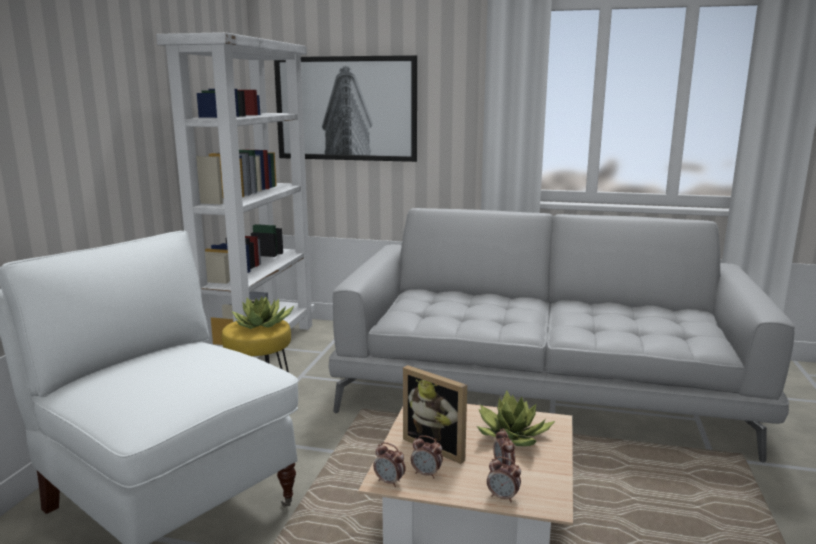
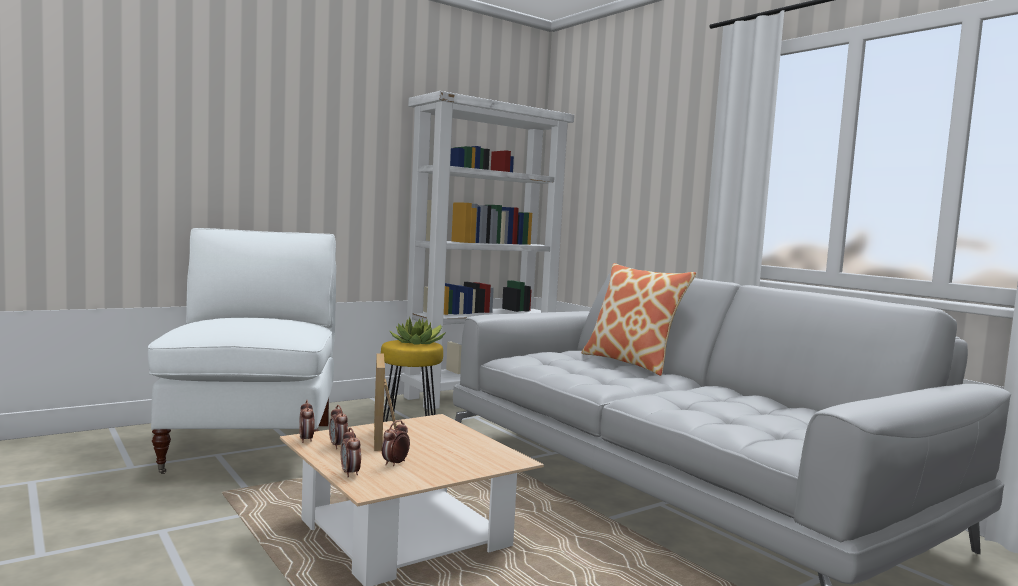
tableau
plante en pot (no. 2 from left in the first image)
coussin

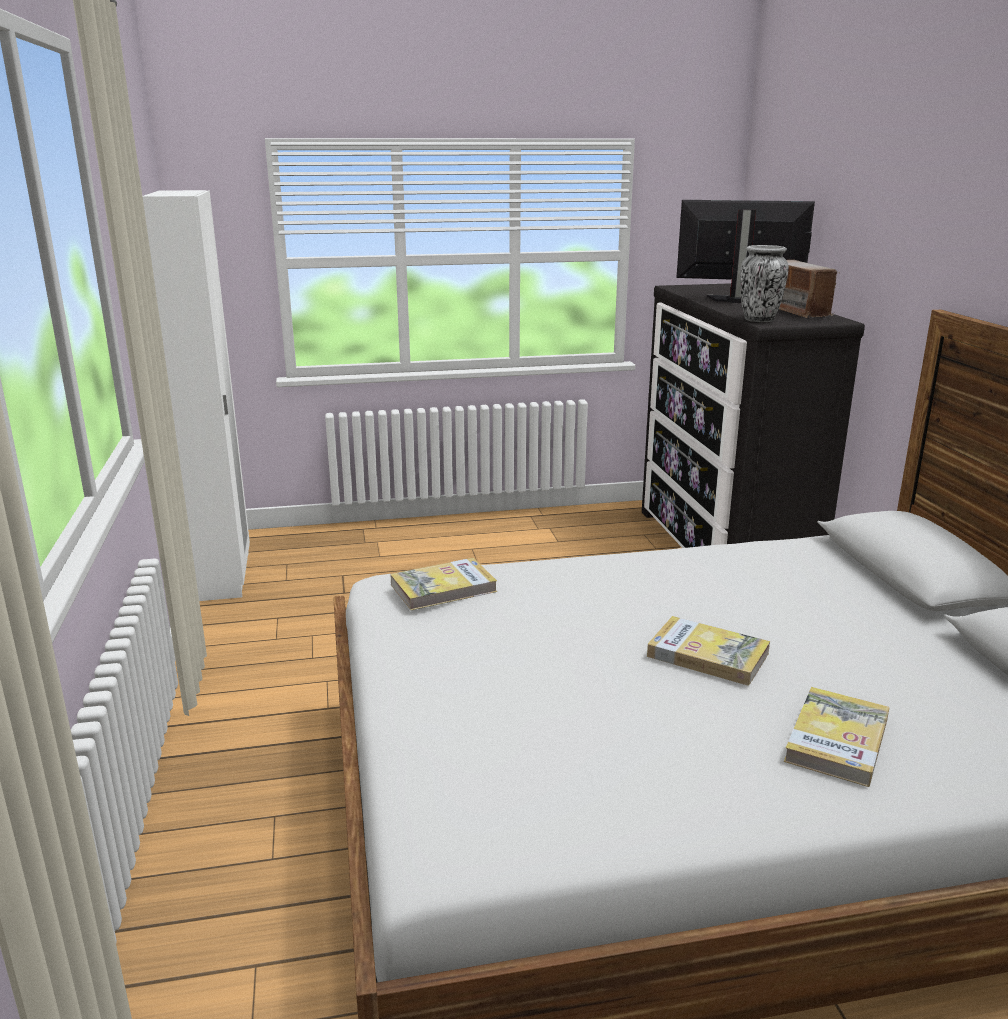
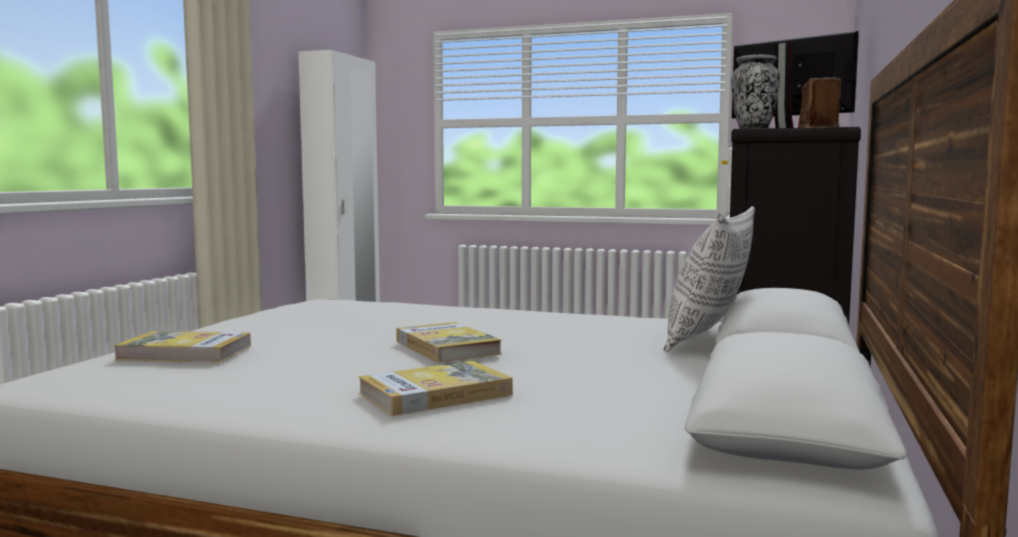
coussin
livre (no. 1 from left)

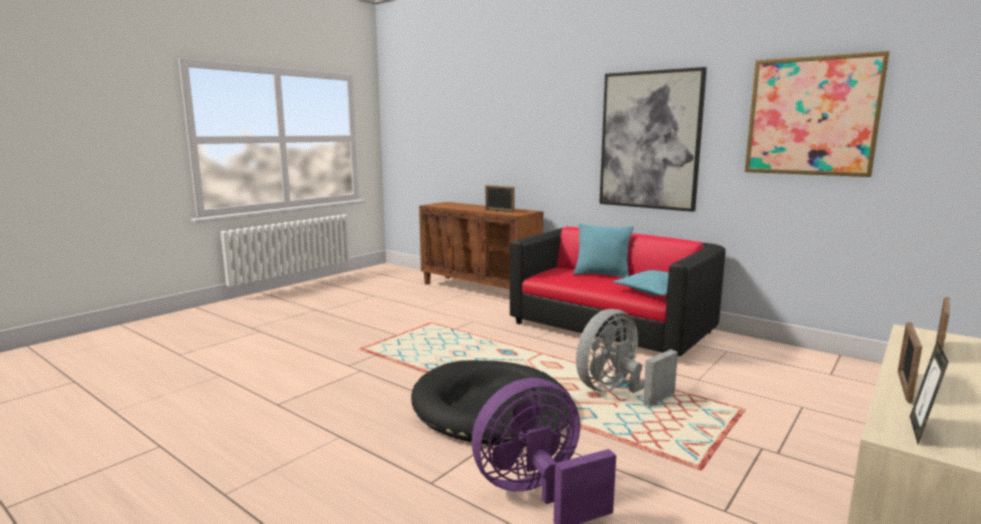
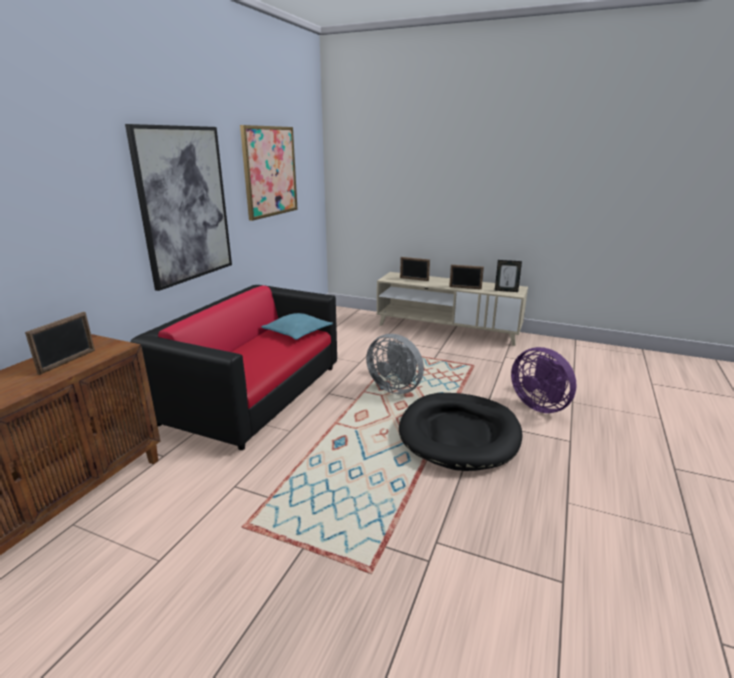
coussin/turquoise (no. 1 from left in the first image)

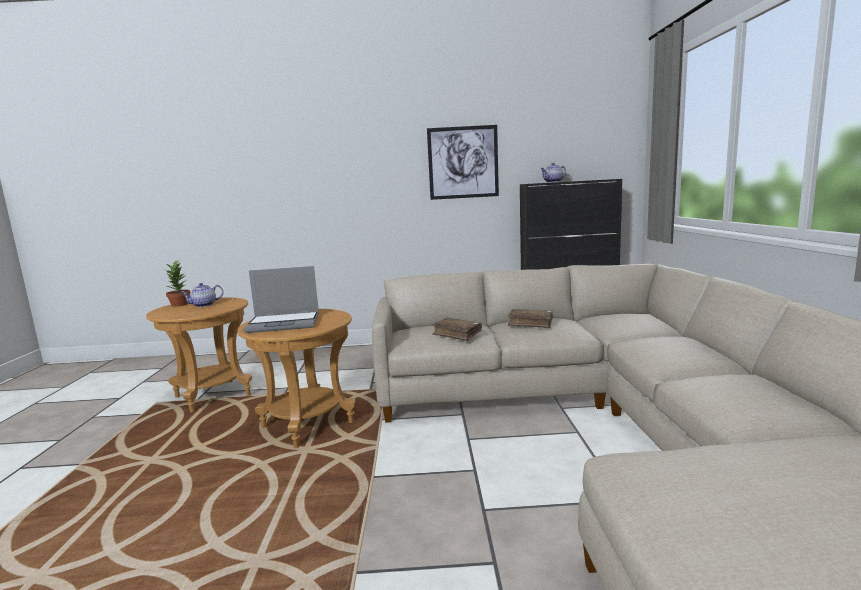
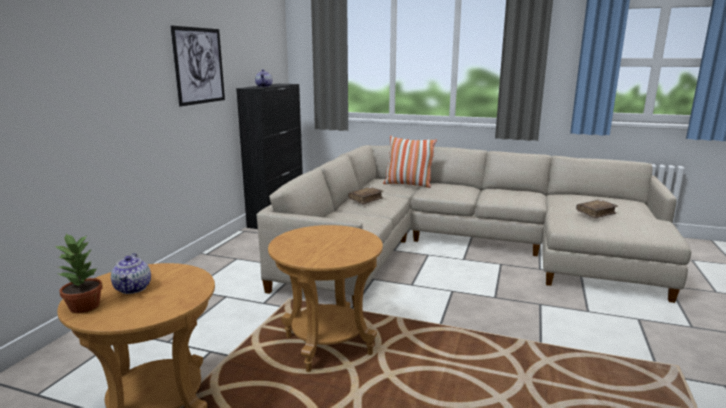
ordinateur portable
coussin
livre/marron (no. 2 from left)

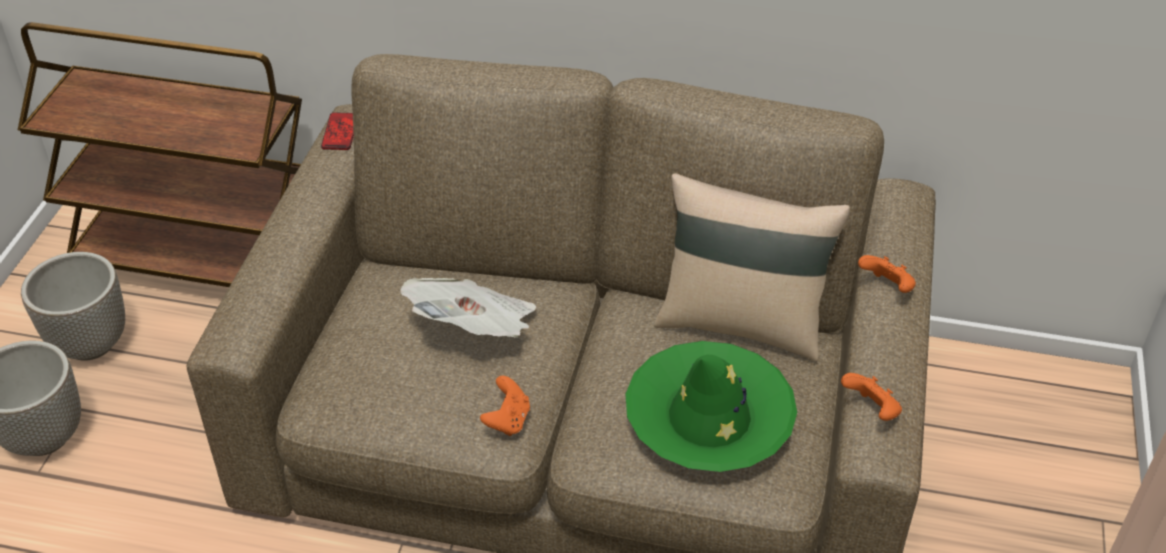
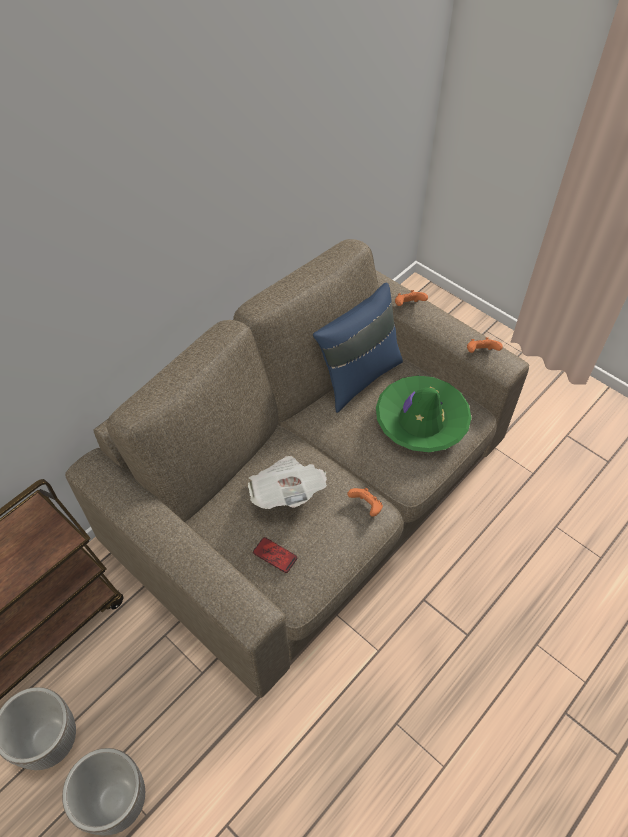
téléphone
coussin/bleu

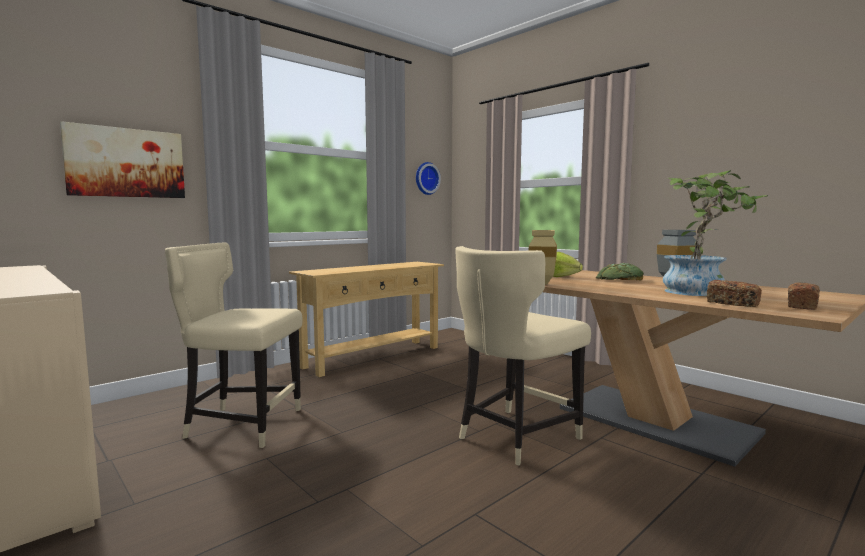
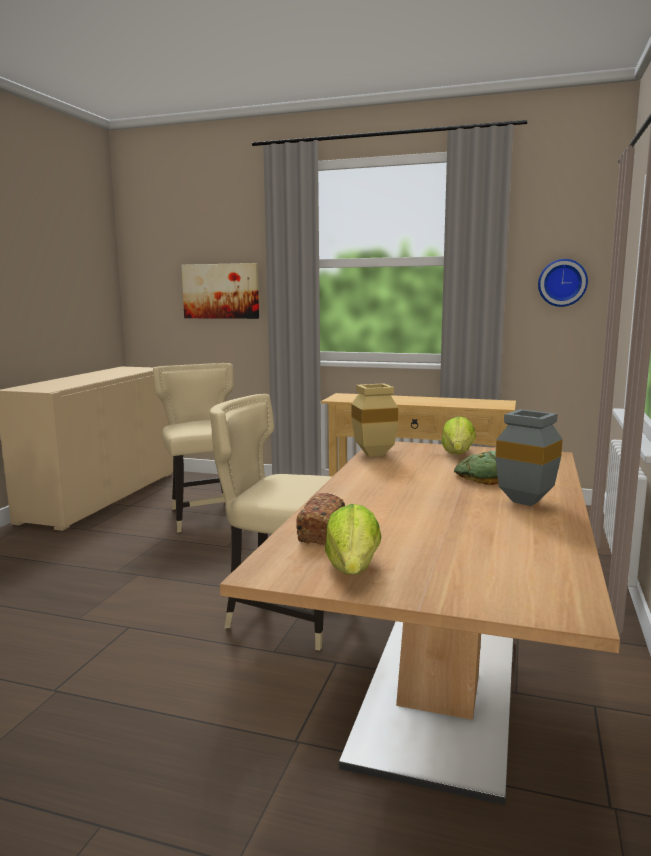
plante en pot
laitue (no. 1 from left)

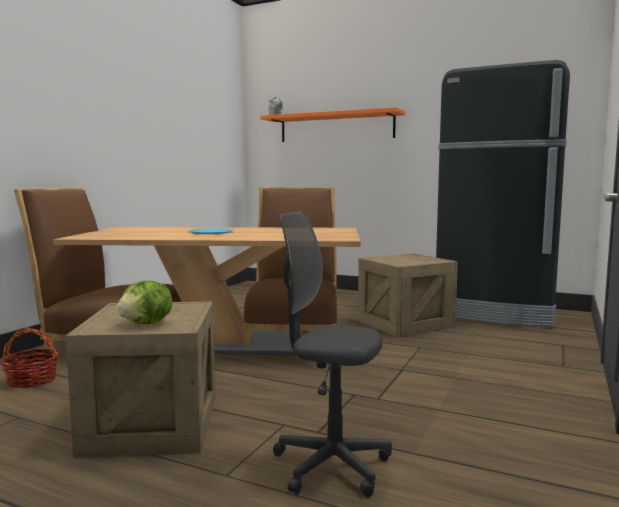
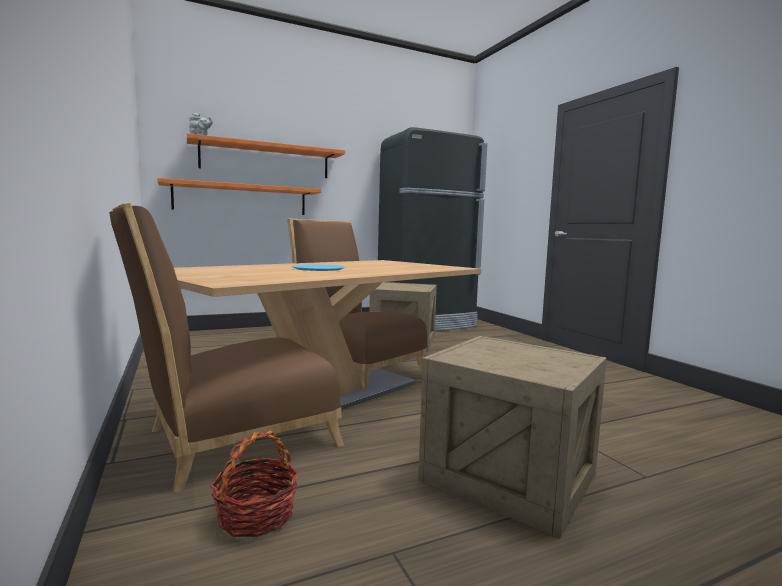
laitue
chaise de bureau/gris
étagère/orange (no. 1 from left)

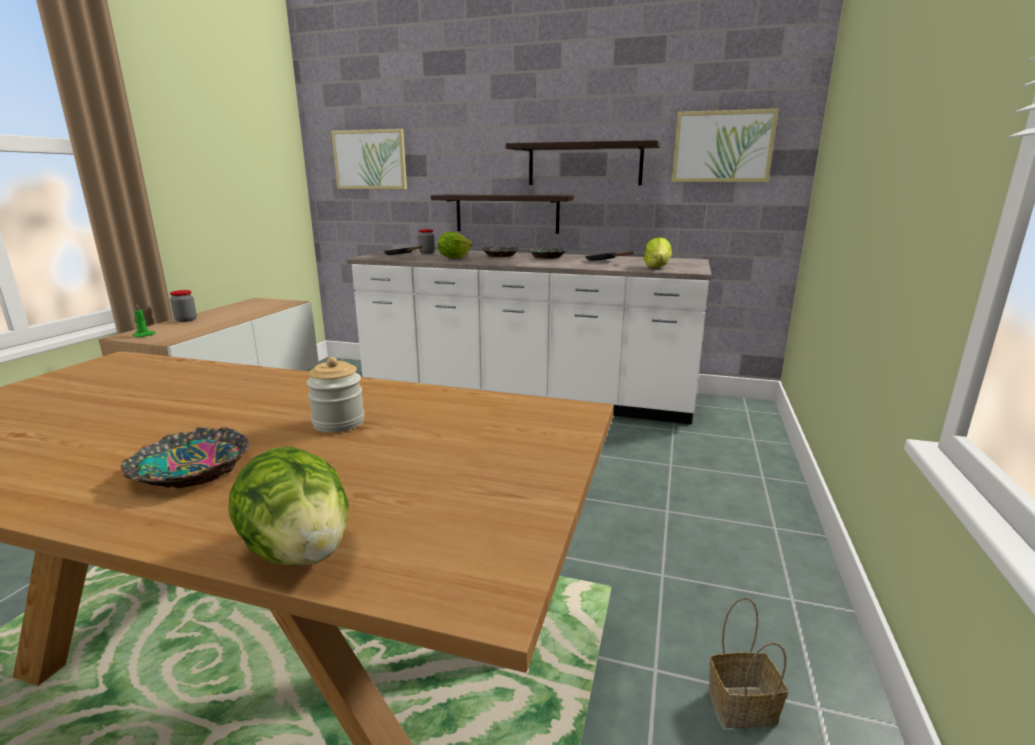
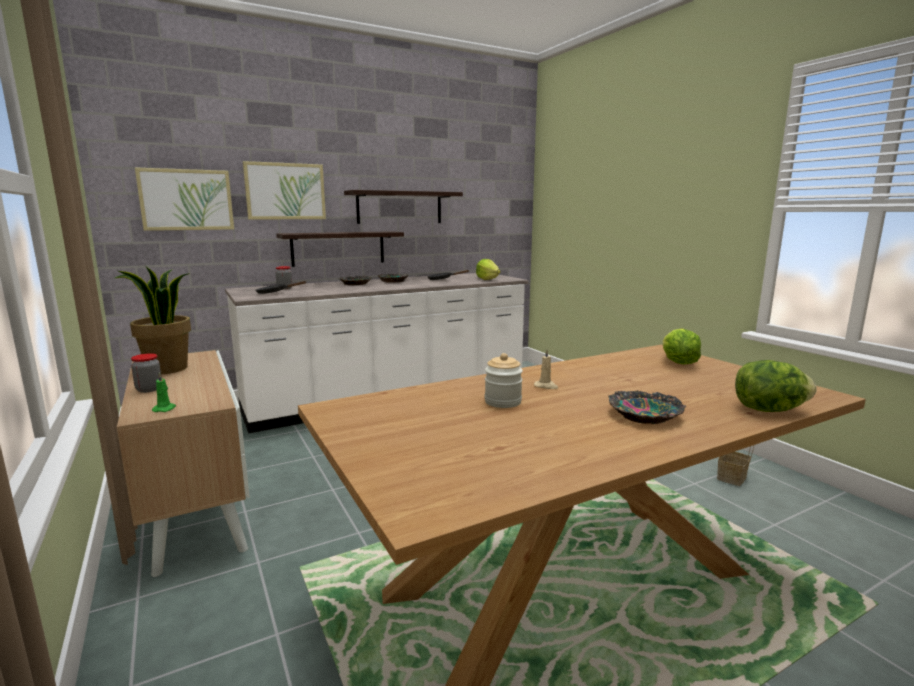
plante en pot
bougie/beige
bocal (no. 3 from left)
laitue (no. 2 from left)
tableau (no. 2 from left)

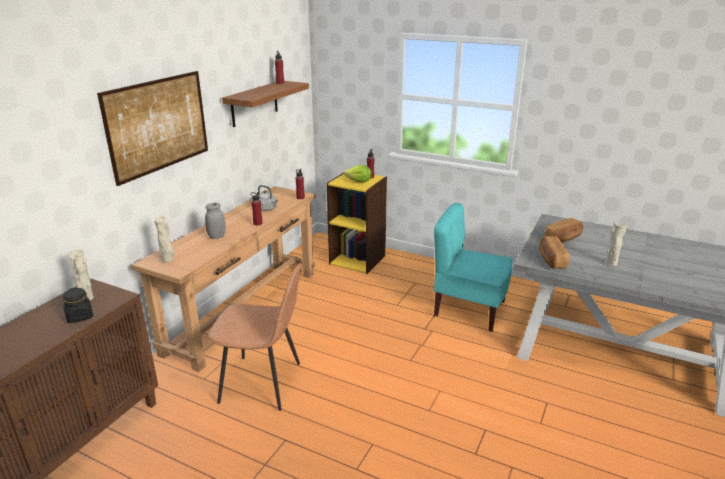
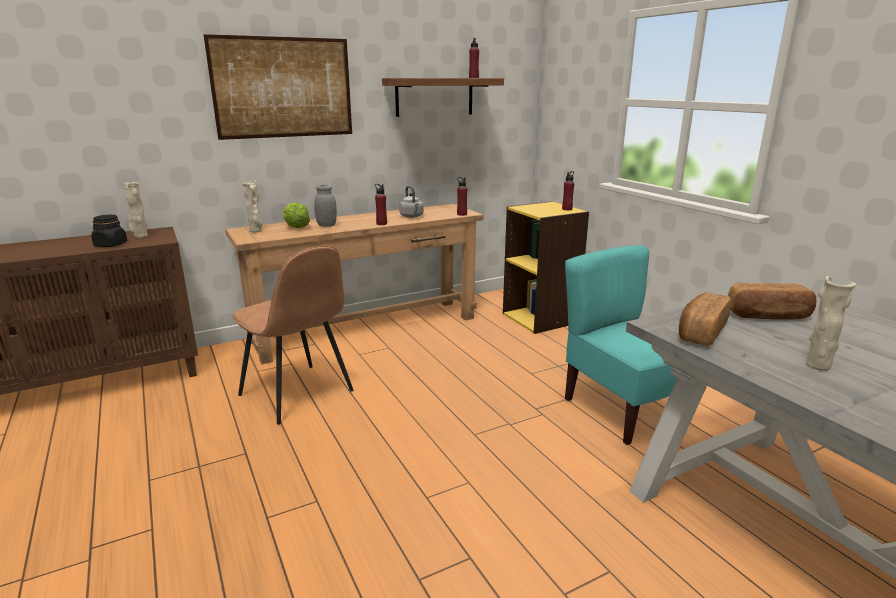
laitue

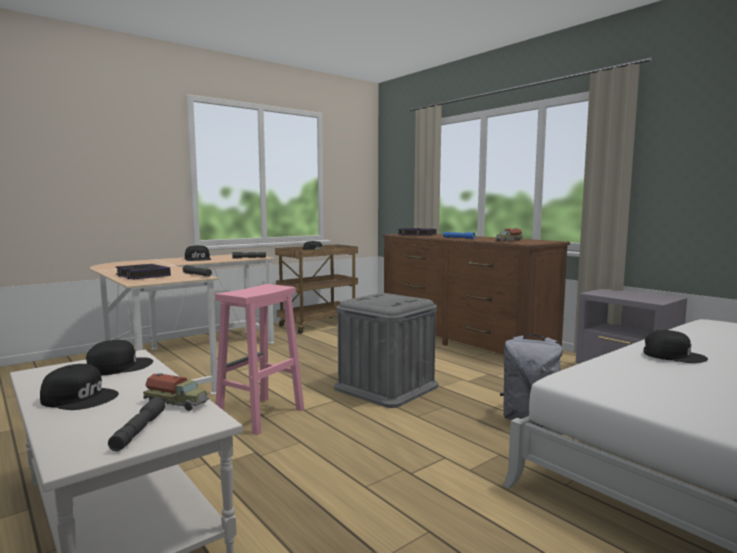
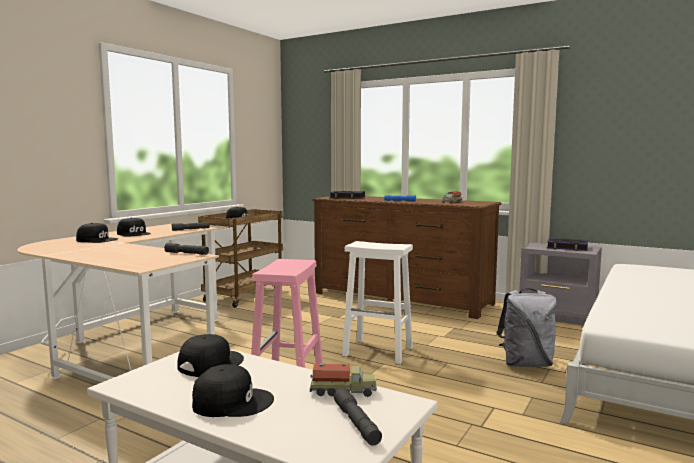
livre (no. 2 from left)
casquette/noir (no. 1 from left)
tabouret/blanc

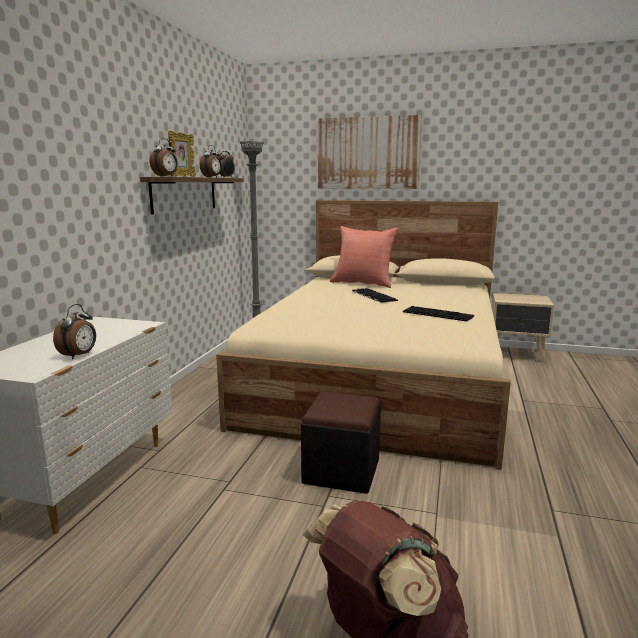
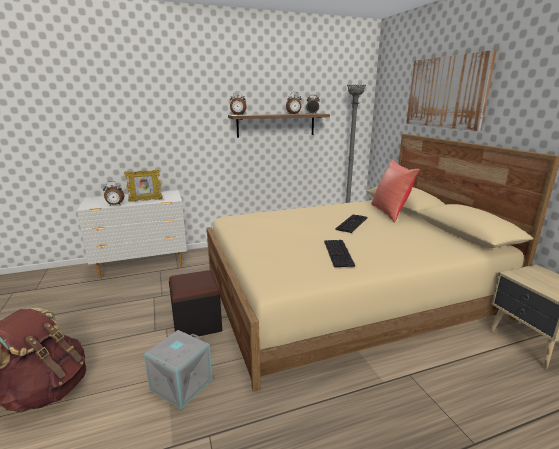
boîte de rangement/gris
cadre photo

